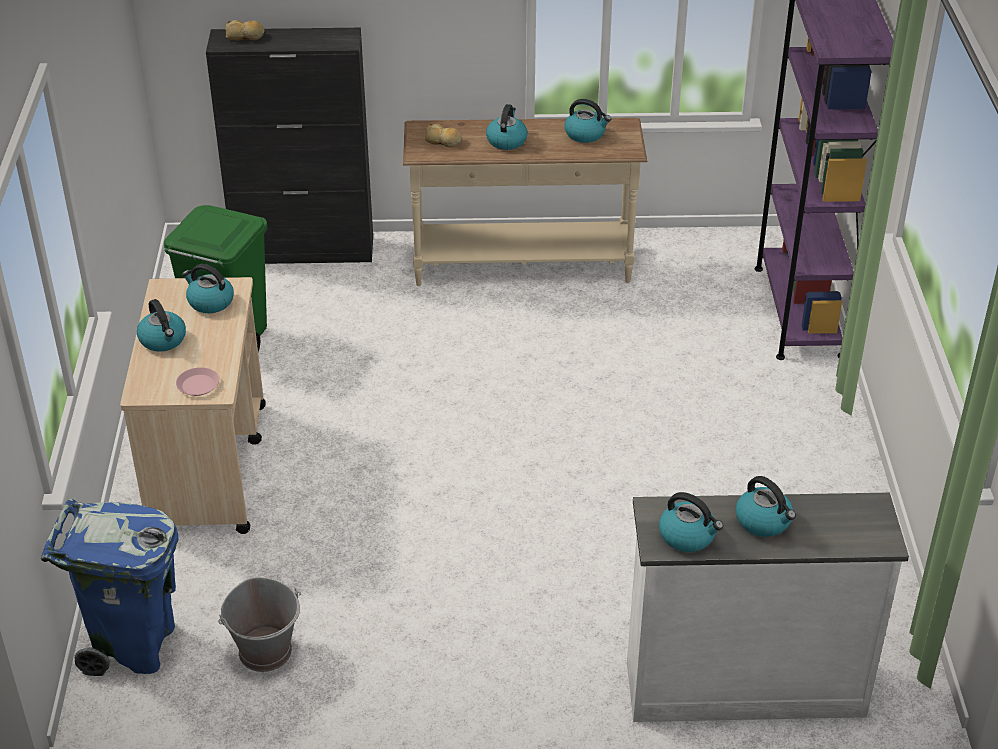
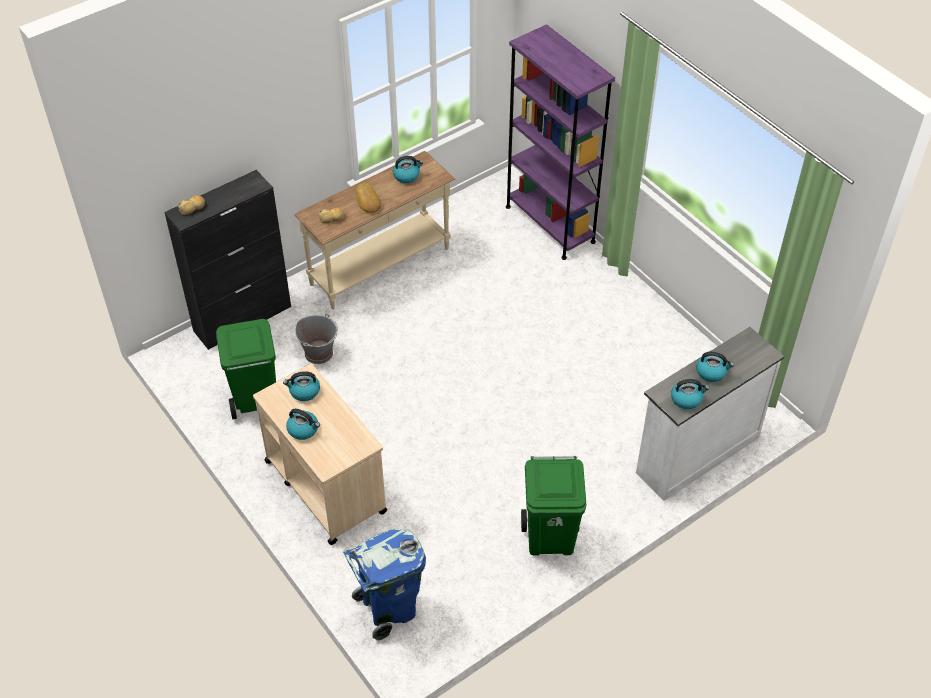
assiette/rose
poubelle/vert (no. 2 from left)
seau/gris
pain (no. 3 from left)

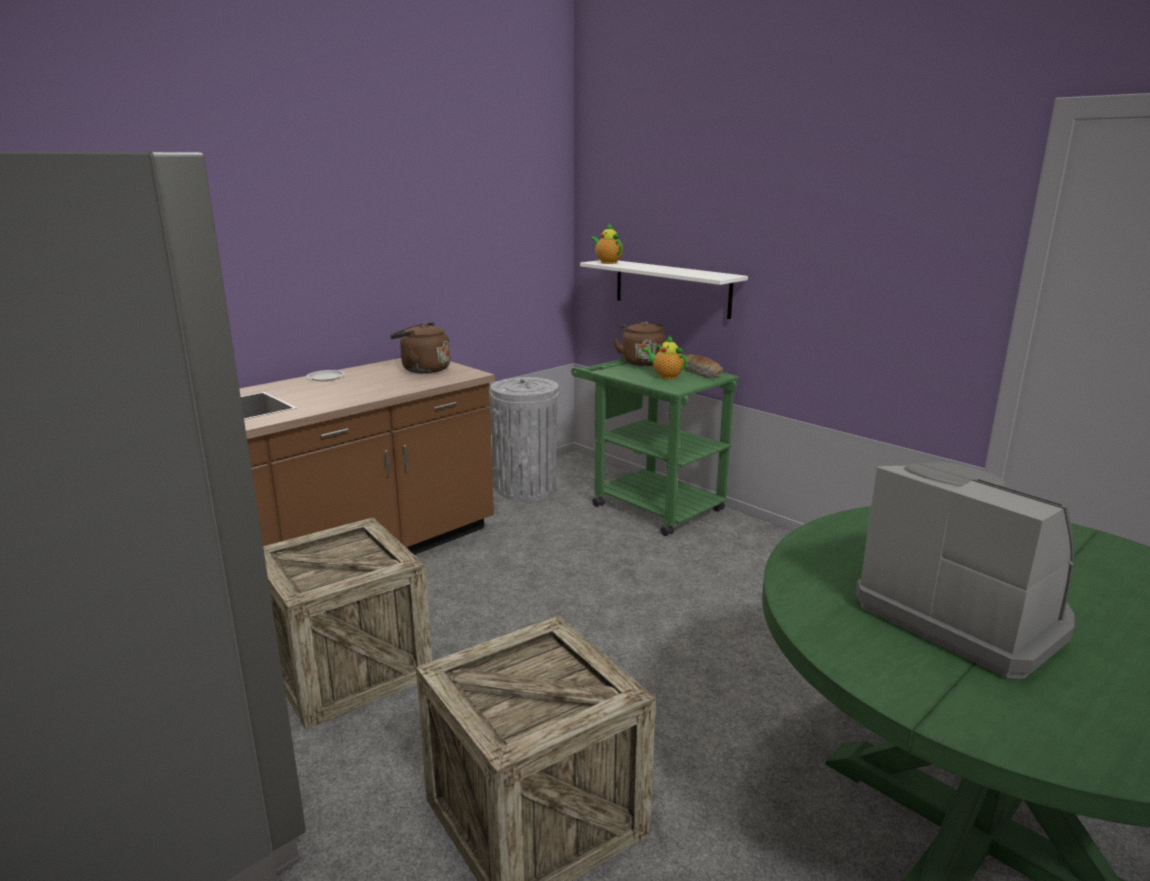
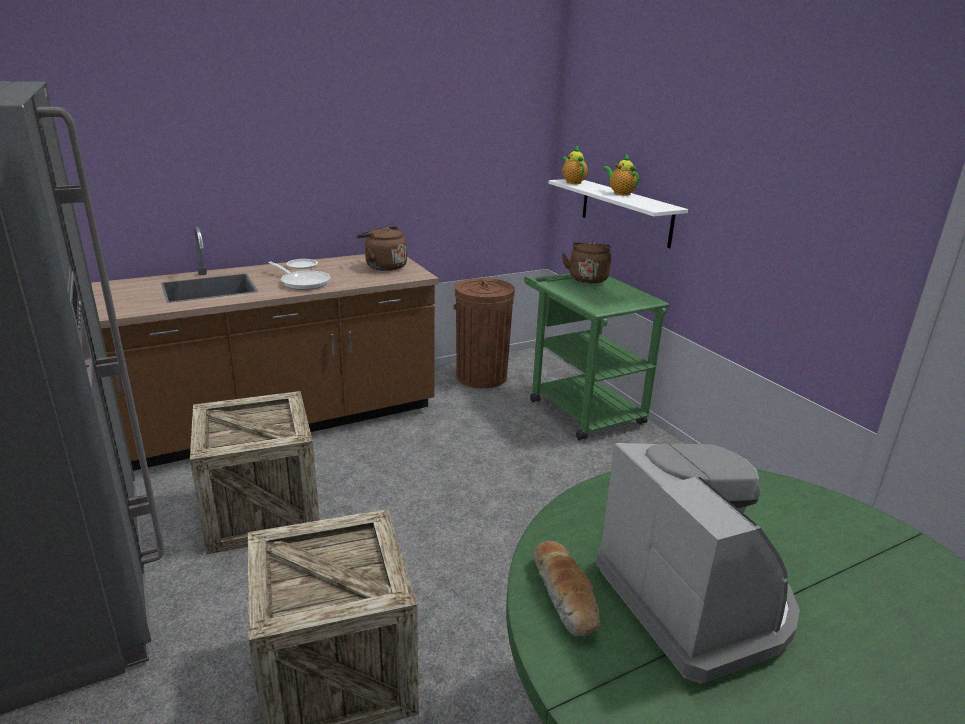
poêle
théière (no. 2 from left)
pain
poubelle/marron

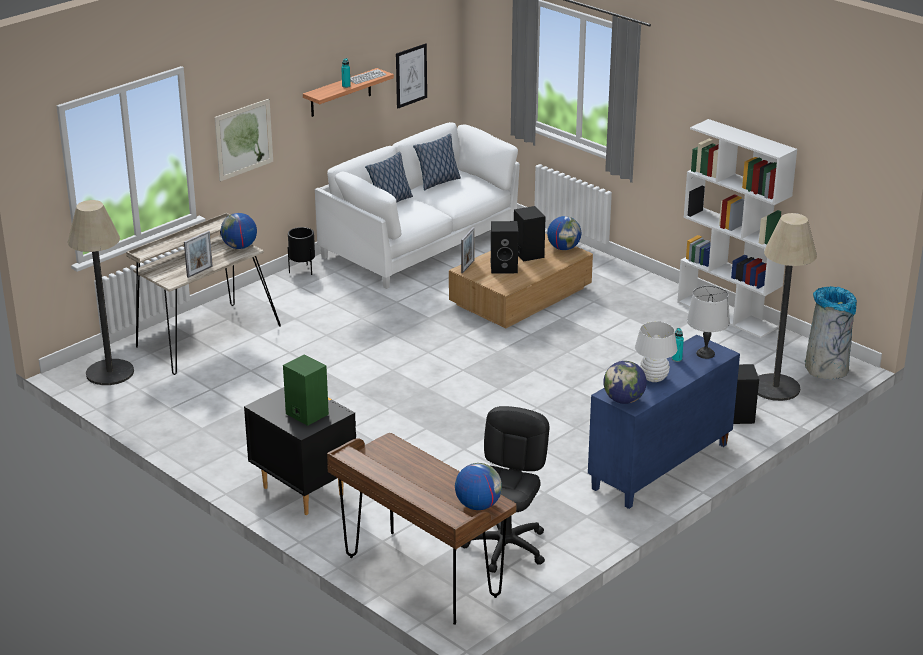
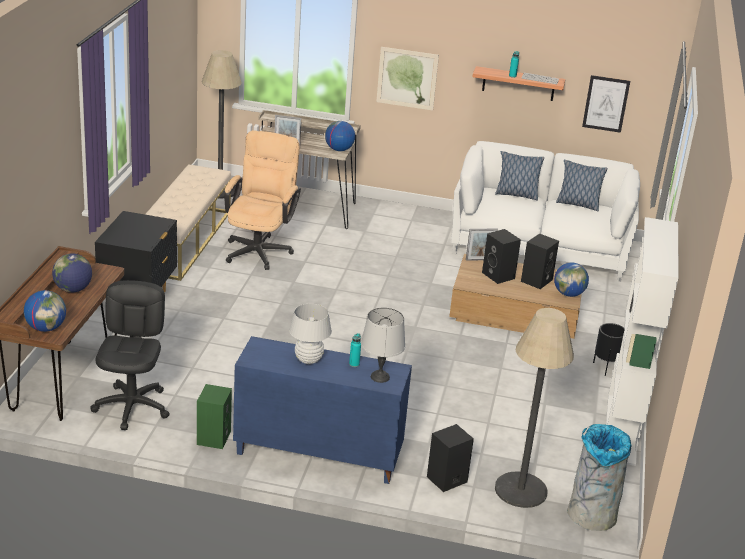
banc/beige
chaise de bureau/beige
enceinte/vert
cache-pot/noir
globe (no. 2 from left)
chaise de bureau/noir

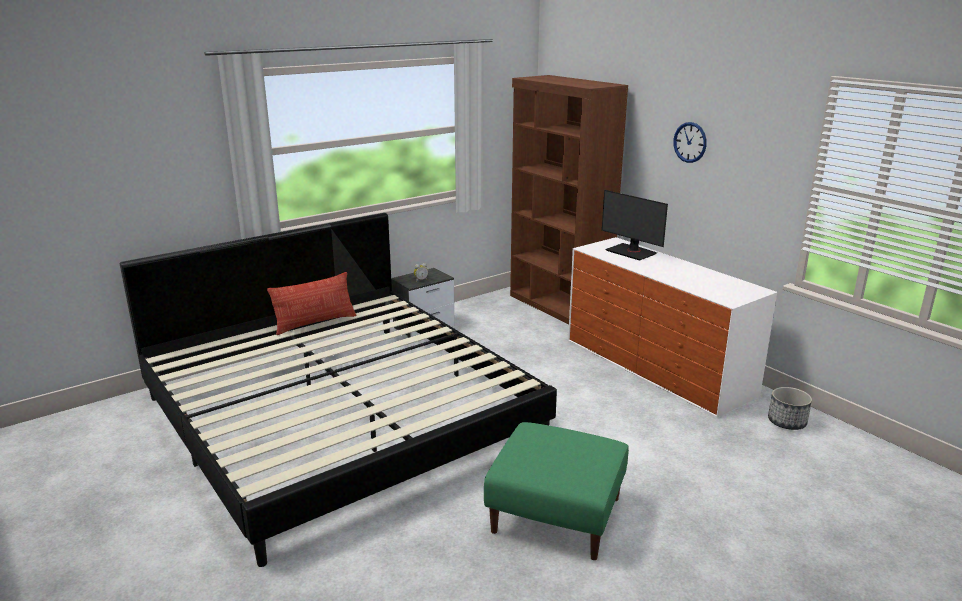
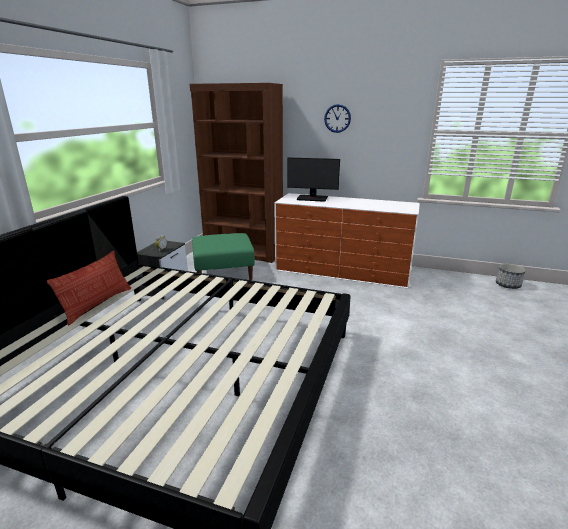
pouf/vert
cache-pot

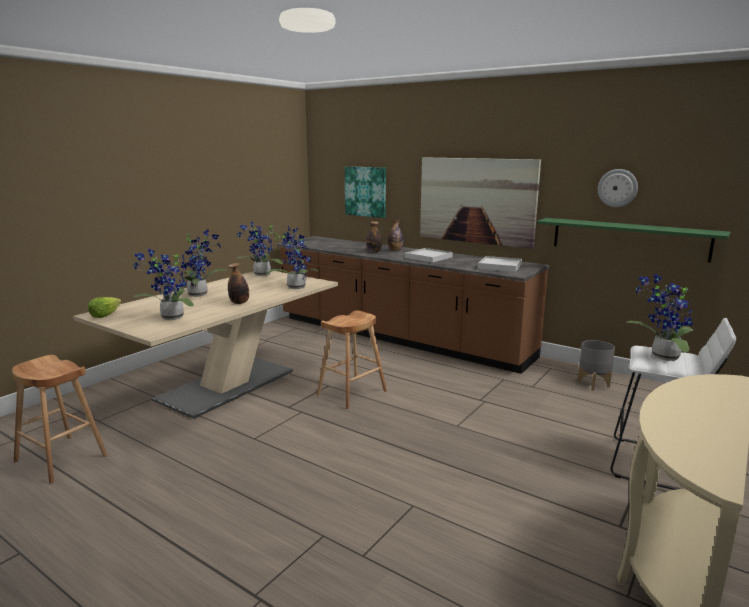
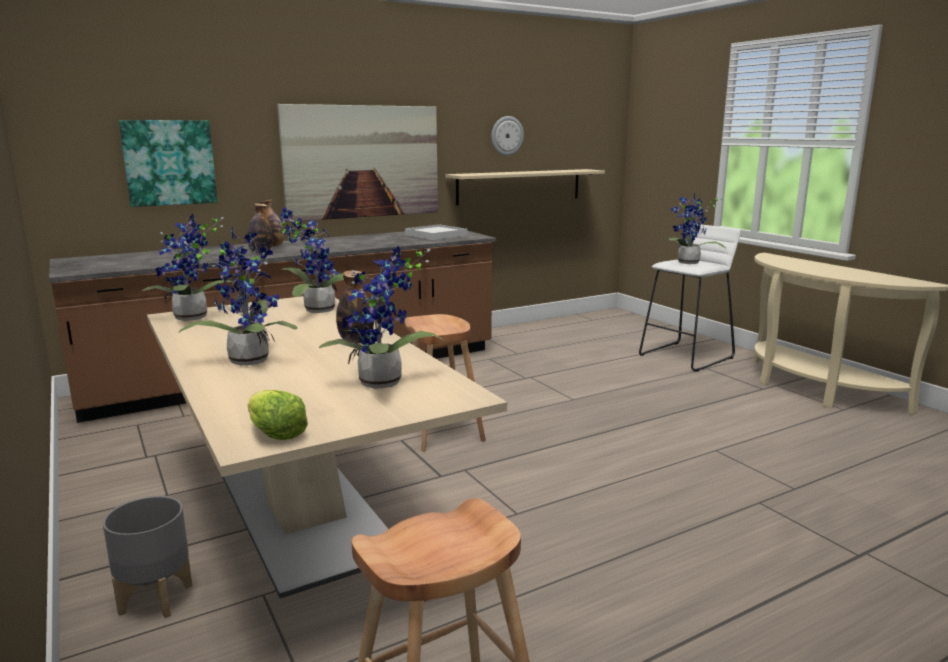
plateau/blanc (no. 1 from left in the first image)
cache-pot/gris
étagère/beige

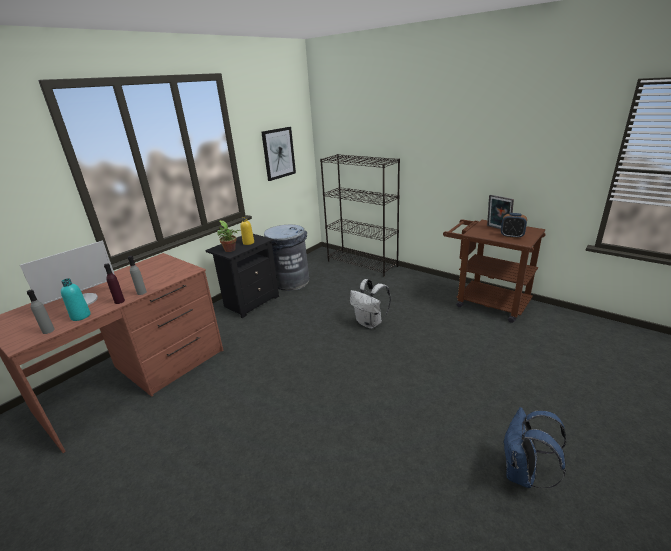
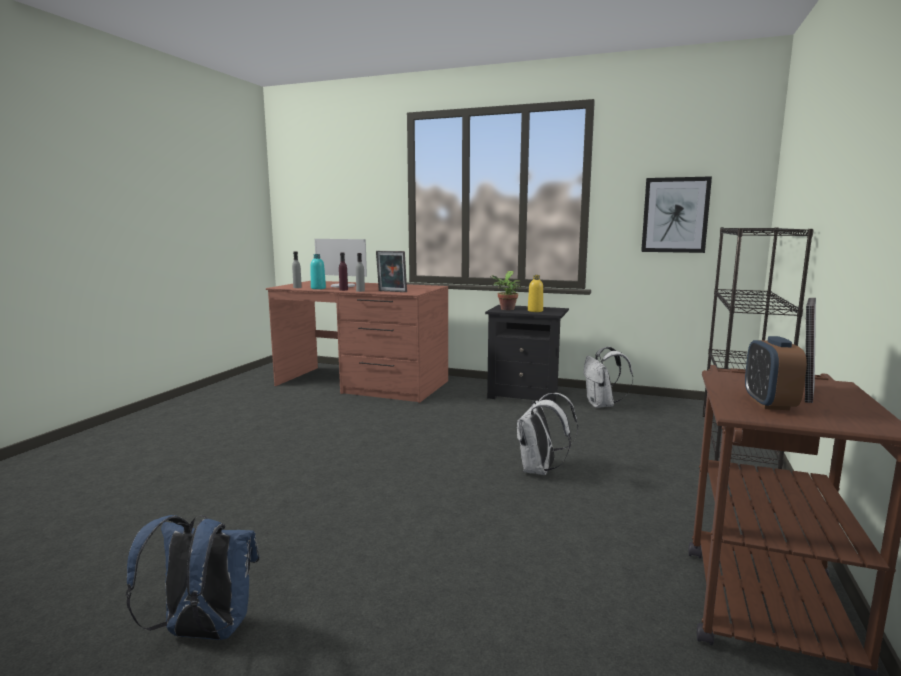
cadre photo (no. 1 from left)
sac à dos/blanc (no. 2 from left)

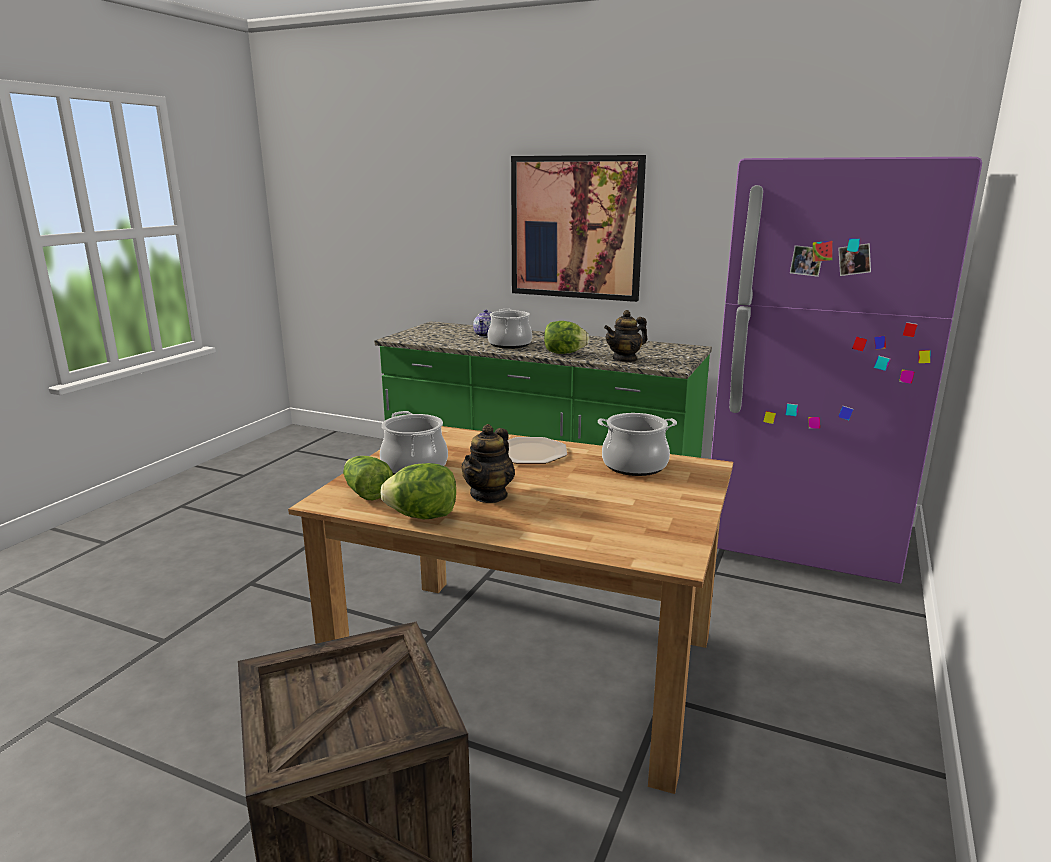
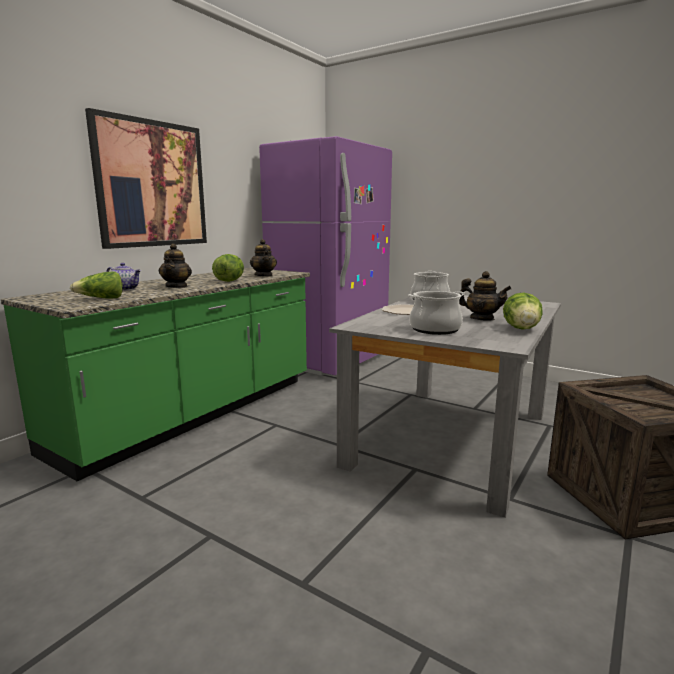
laitue (no. 1 from left)
théière (no. 2 from left)
table à manger/gris

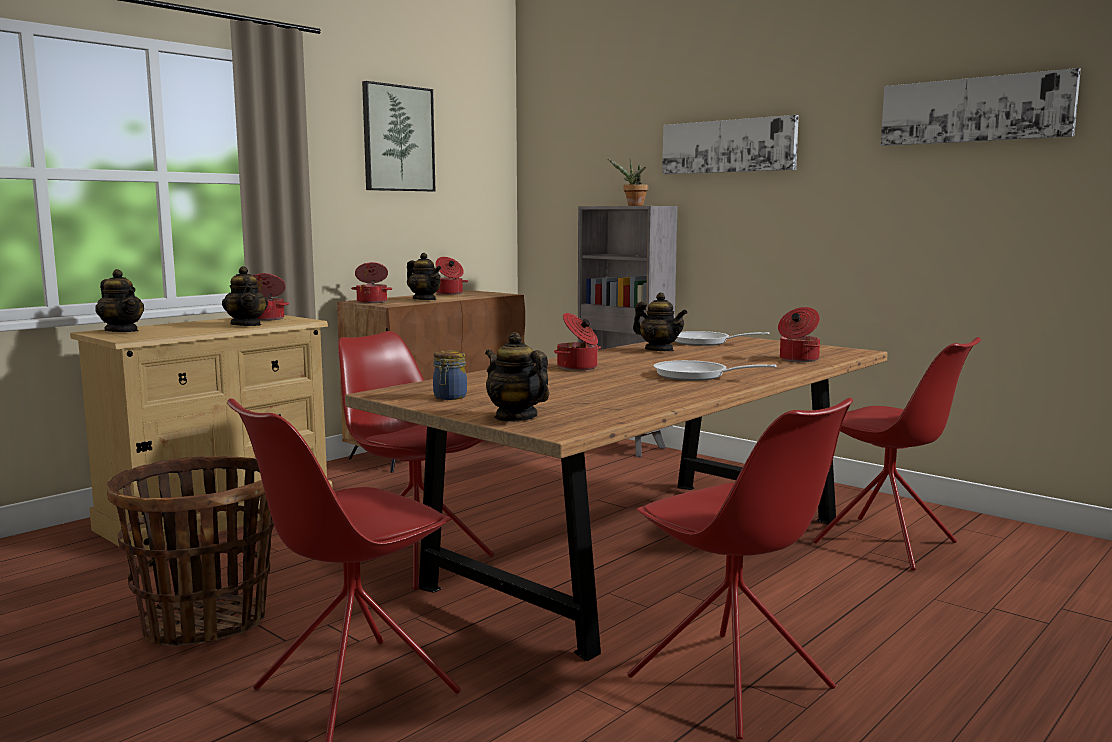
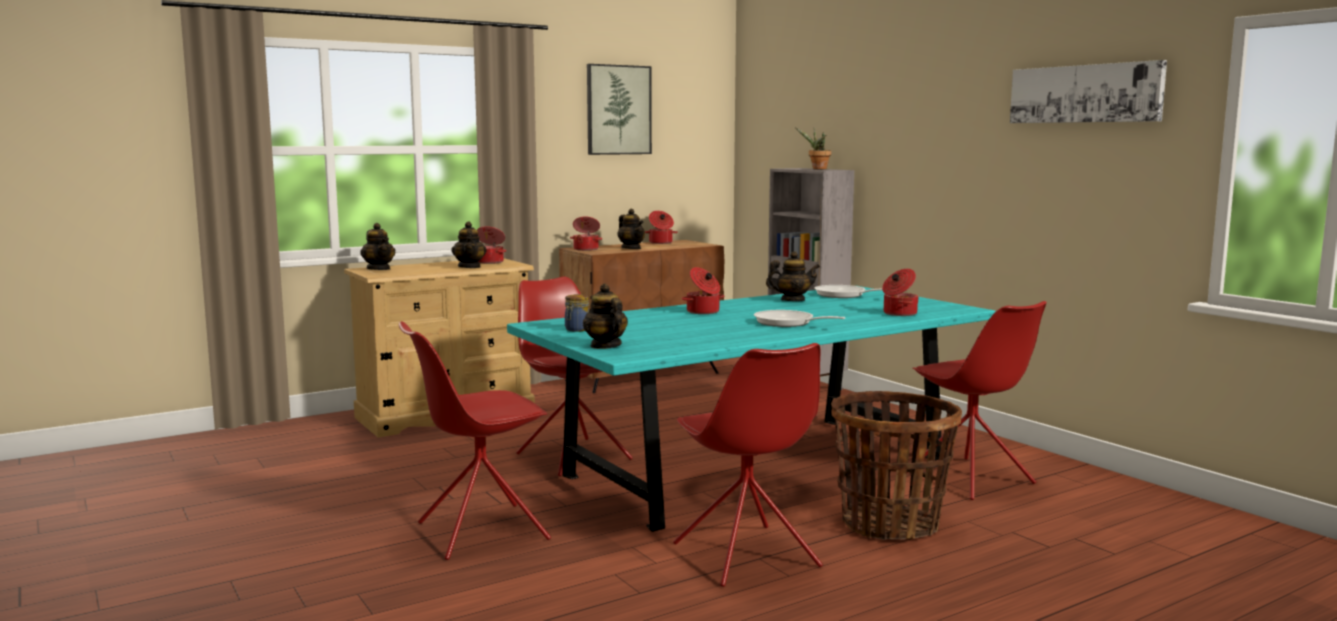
tableau (no. 2 from left in the first image)
panier
table à manger/turquoise
théière (no. 5 from left)

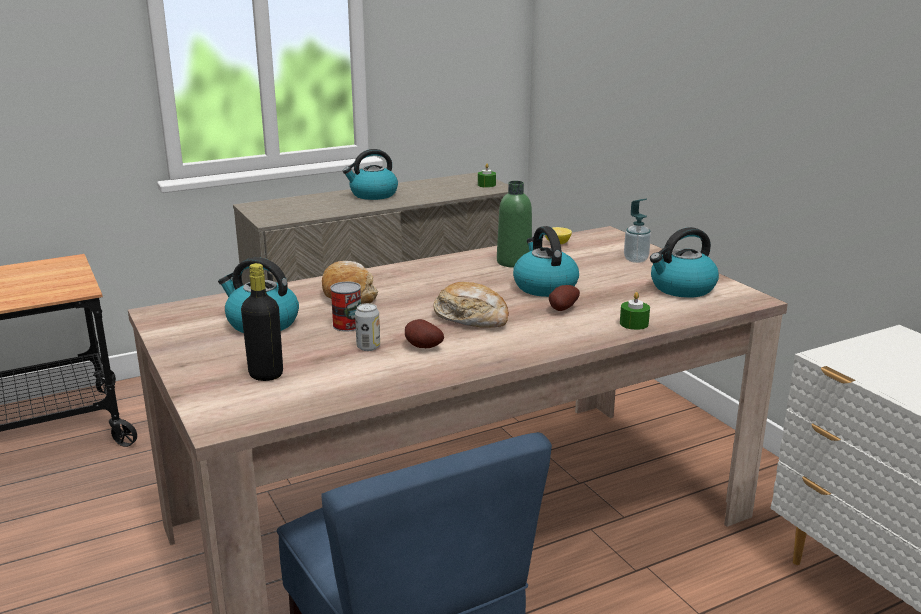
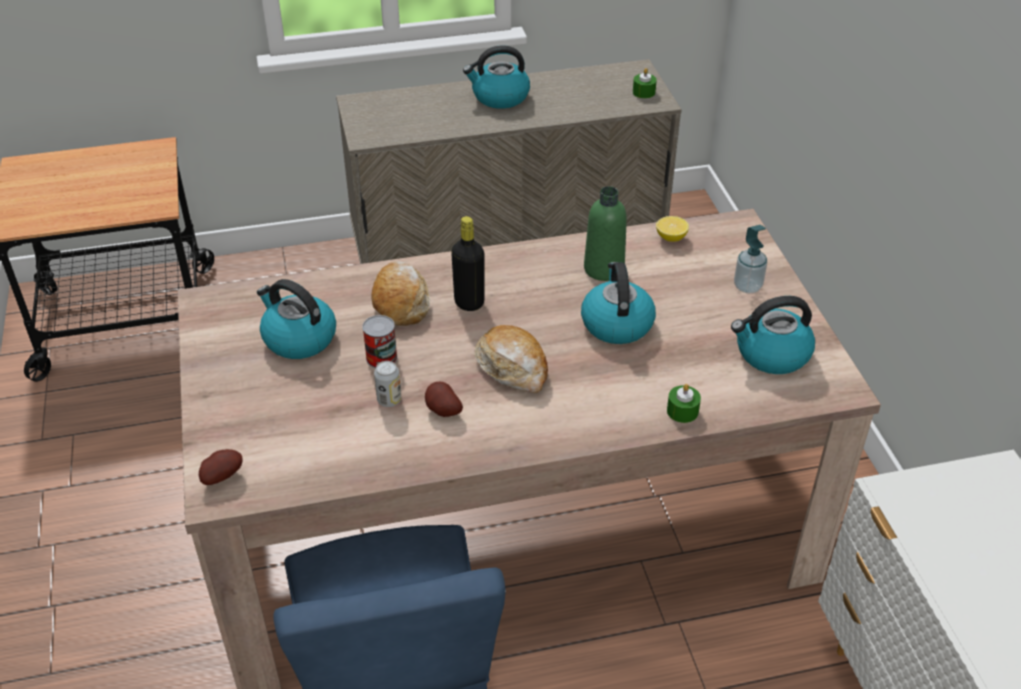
bouteille/noir
pomme de terre (no. 1 from left)

